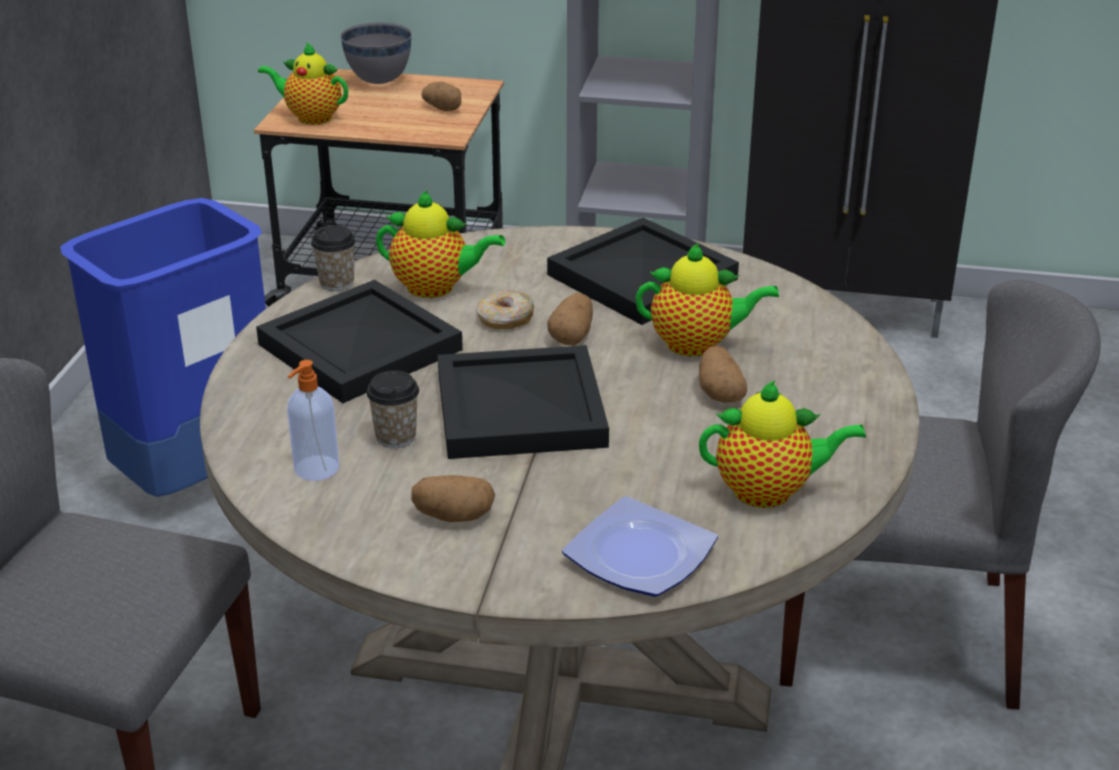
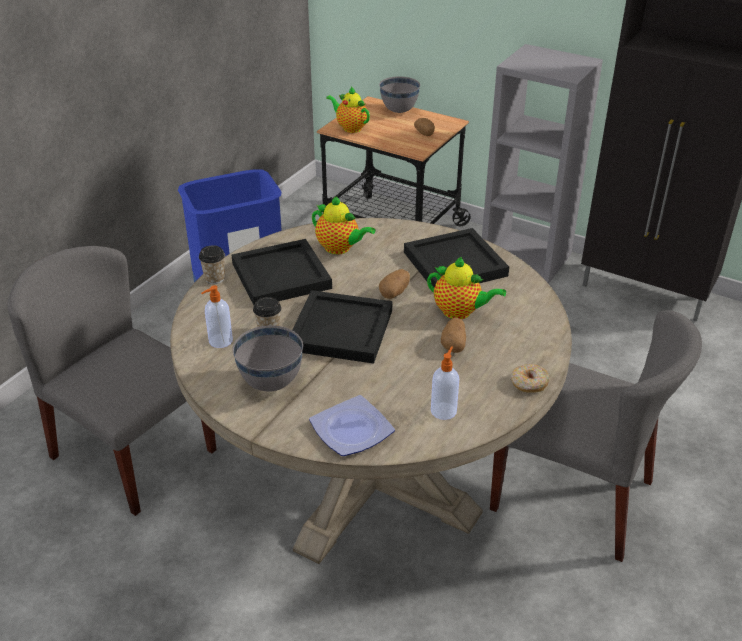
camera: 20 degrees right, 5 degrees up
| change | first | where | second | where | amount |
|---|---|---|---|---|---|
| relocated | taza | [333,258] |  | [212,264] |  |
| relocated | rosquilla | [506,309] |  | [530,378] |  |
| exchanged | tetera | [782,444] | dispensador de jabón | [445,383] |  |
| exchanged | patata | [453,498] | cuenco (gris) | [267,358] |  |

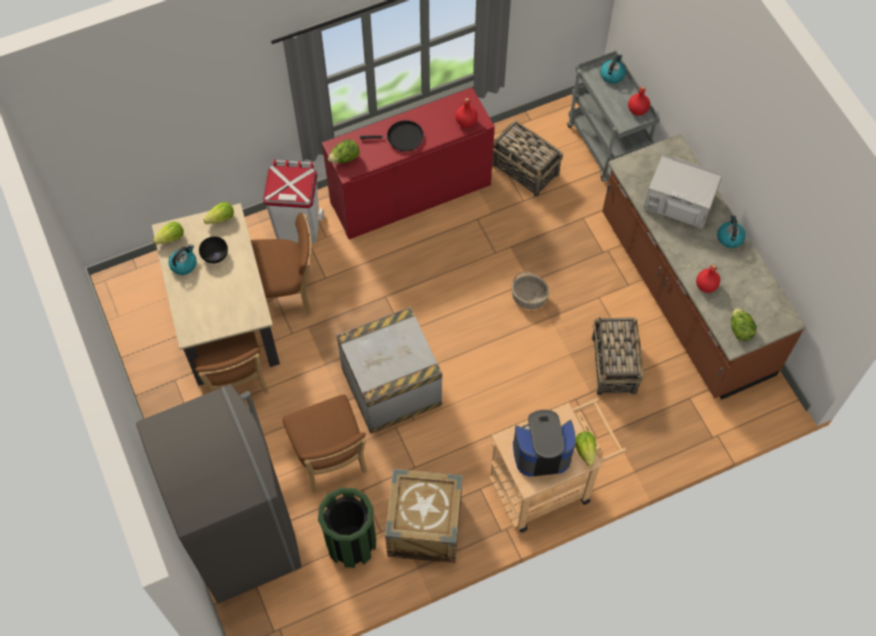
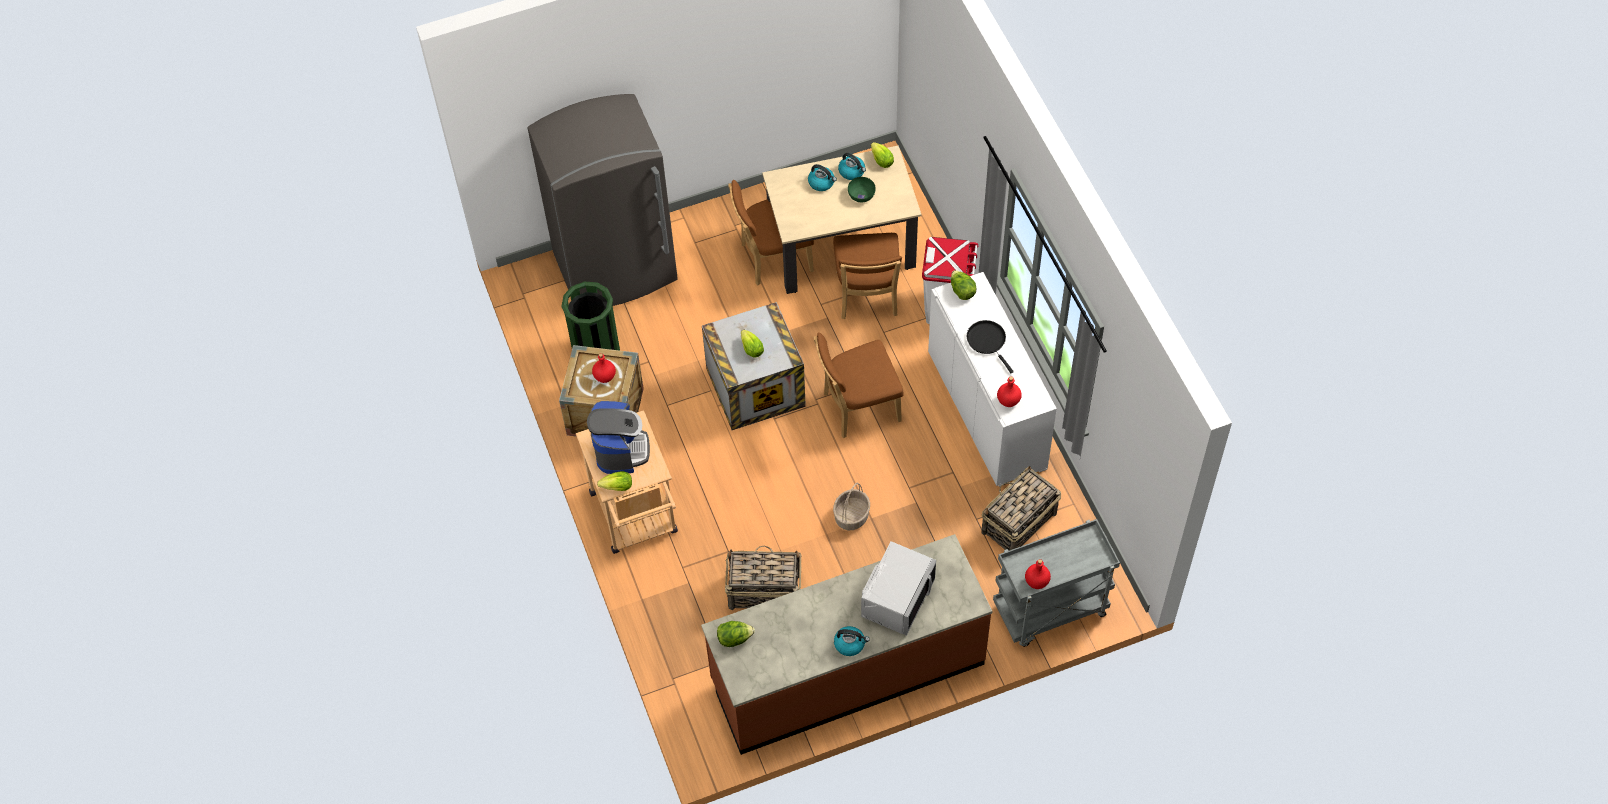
camera: 95 degrees right, 5 degrees down
| change | first | where | second | where | amount |
|---|---|---|---|---|---|
| relocated | hervidor | [613,69] |  | [822,177] |  |
| colour | armario (rojo) | [408,164] | armario (blanco) | [992,379] |  |
| spun | sartén (negro) | [392,136] |  | [990,346] | 150 degrees clockwise |
| relocated | lechuga | [219,213] |  | [752,343] |  |
| colour | cuenco (negro) | [213,250] | cuenco (verde) | [862,189] |  |
| relocated | botella (rojo) | [708,278] |  | [604,368] |  |
| relocated | silla (marrón) | [325,443] |  | [859,385] |  |

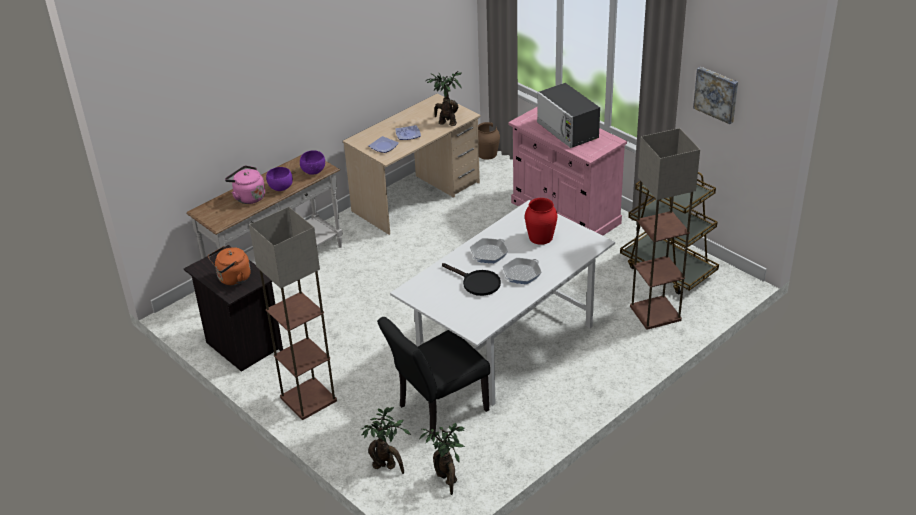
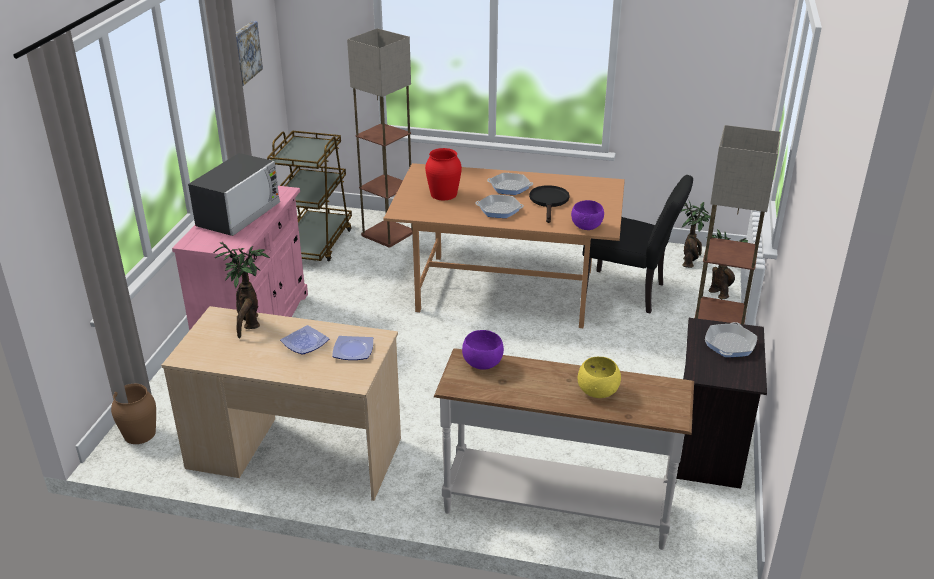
camera: 125 degrees left, 5 degrees down
| change | first | where | second | where | amount |
|---|---|---|---|---|---|
| exchanged | hervidor (rosa) | [245,185] | cuenco (amarillo) | [599,377] |  |
| relocated | cuenco (morado) | [279,179] |  | [587,215] |  |
| colour | mesa de comedor (blanco) | [502,303] | mesa de comedor (marrón) | [504,245] |  |
| exchanged | hervidor (naranja) | [229,265] | sartén | [731,339] |  |

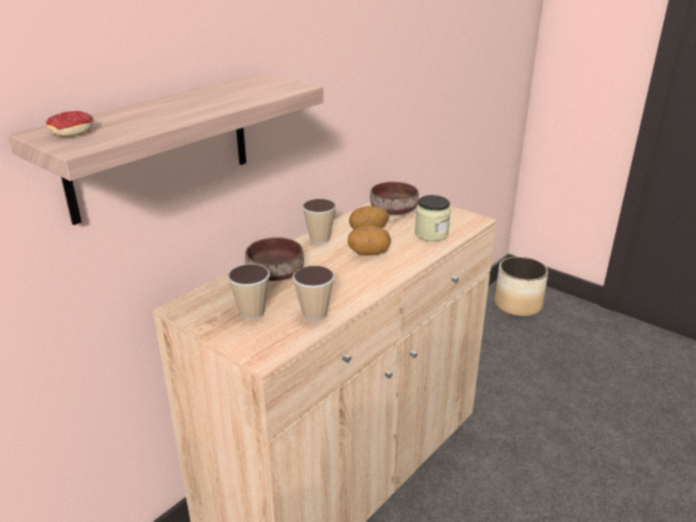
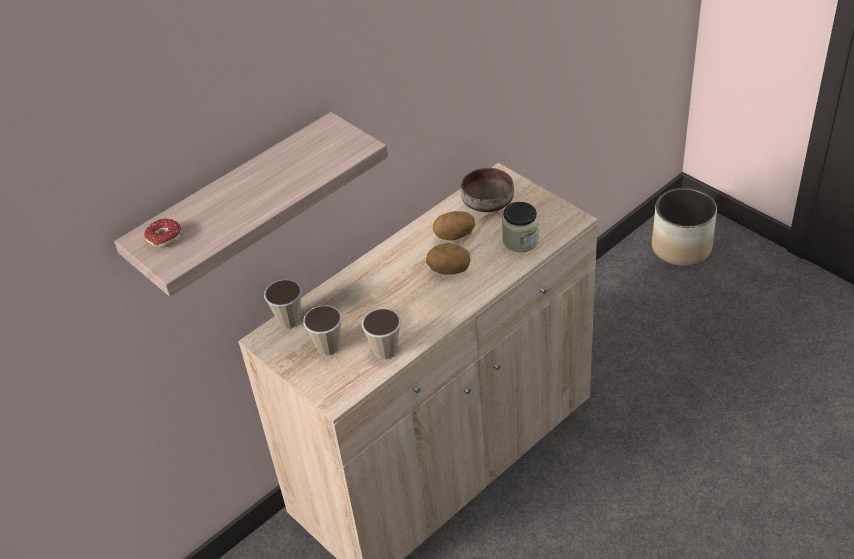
camera: 10 degrees right, 15 degrees up
| change | first | where | second | where | amount |
|---|---|---|---|---|---|
| relocated | taza | [319,221] |  | [283,304] |  |
| missing | cuenco (marrón) | [274,259] |  |  |  |

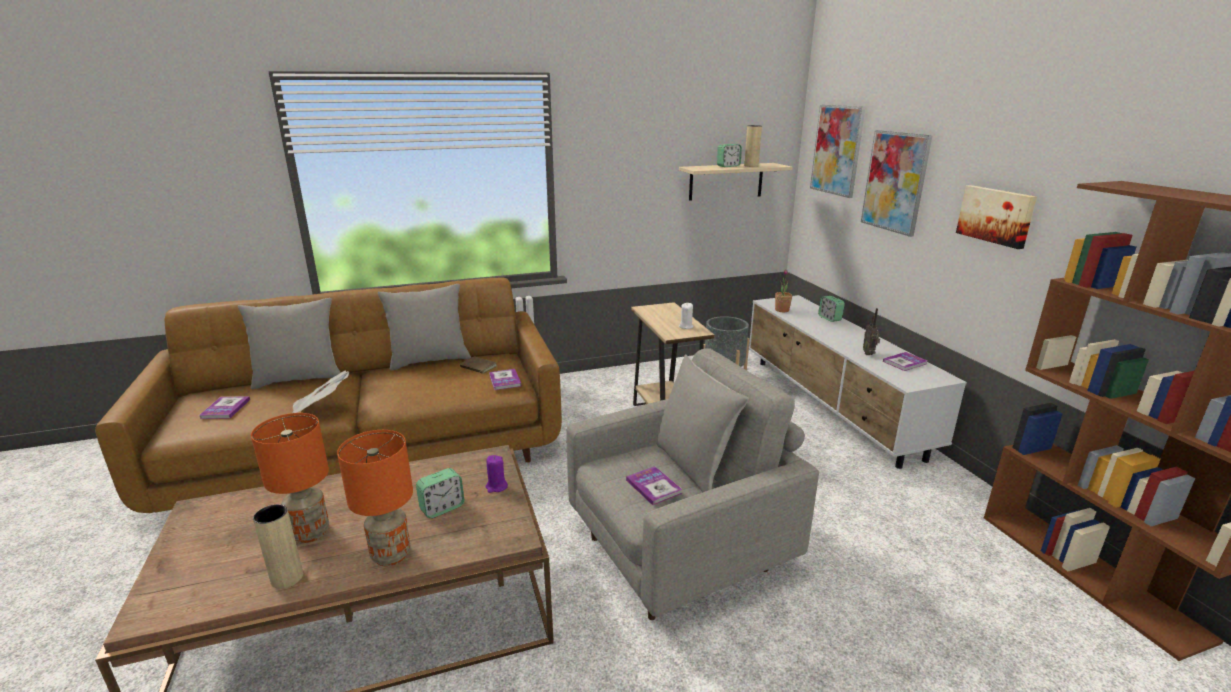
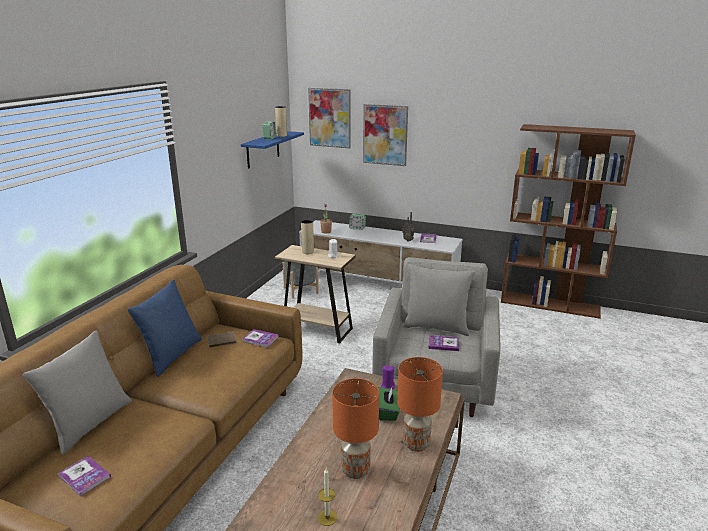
camera: 50 degrees left, 0 degrees up
| change | first | where | second | where | amount |
|---|---|---|---|---|---|
| colour | estante (beis) | [735,182] | estante (azul) | [272,150] |  |
| missing | cuadro | [996,217] |  |  |  |
| colour | cojín (gris) | [424,327] | cojín (azul) | [165,328] |  |
| missing | periódico | [320,391] |  |  |  |
| exchanged | despertador | [440,493] | caja de pañuelos (verde) | [389,404] |  |
| relocated | florero (beis) | [278,546] |  | [307,237] |  |
| appeared |  |  | vela | [327,497] |  |

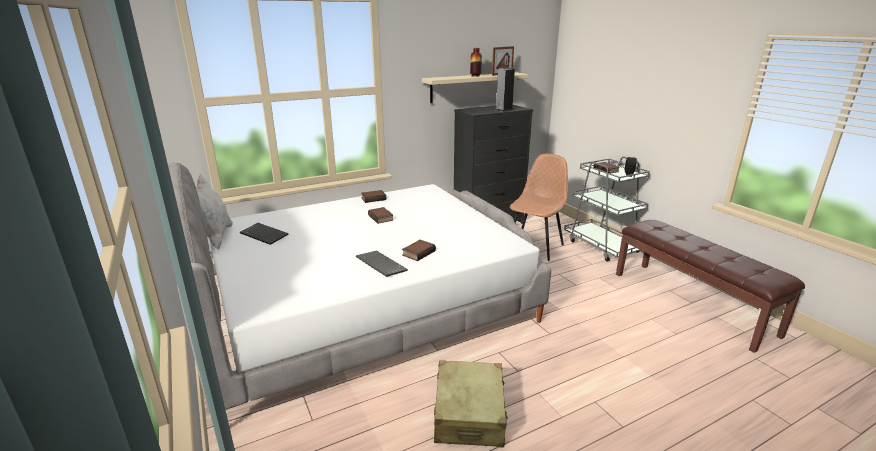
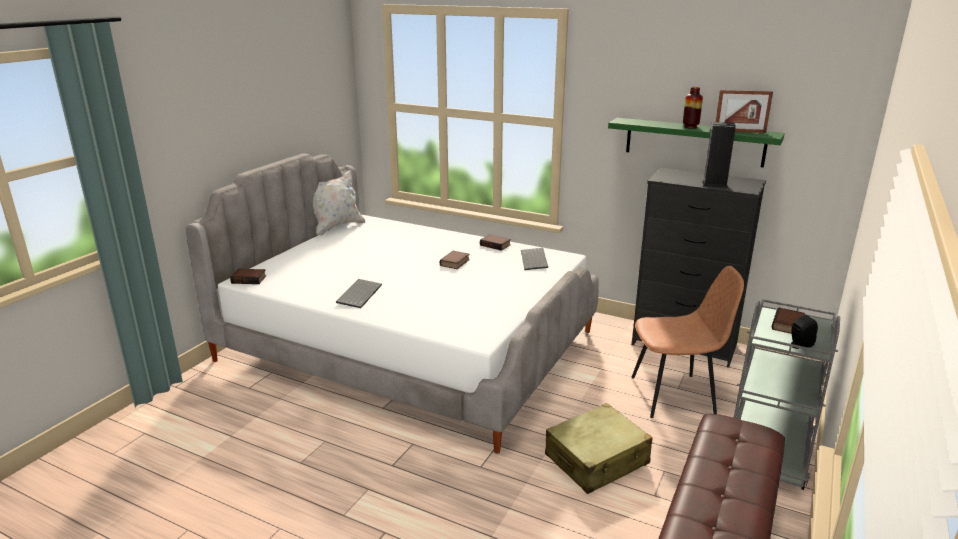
camera: 55 degrees right, 0 degrees up
| change | first | where | second | where | amount |
|---|---|---|---|---|---|
| colour | estante (beis) | [475,87] | estante (verde) | [696,143] |  |
| relocated | teclado | [264,234] |  | [534,259] |  |
| relocated | libro | [419,250] |  | [248,276] |  |
| relocated | maleta (beis) | [471,403] |  | [599,448] |  |

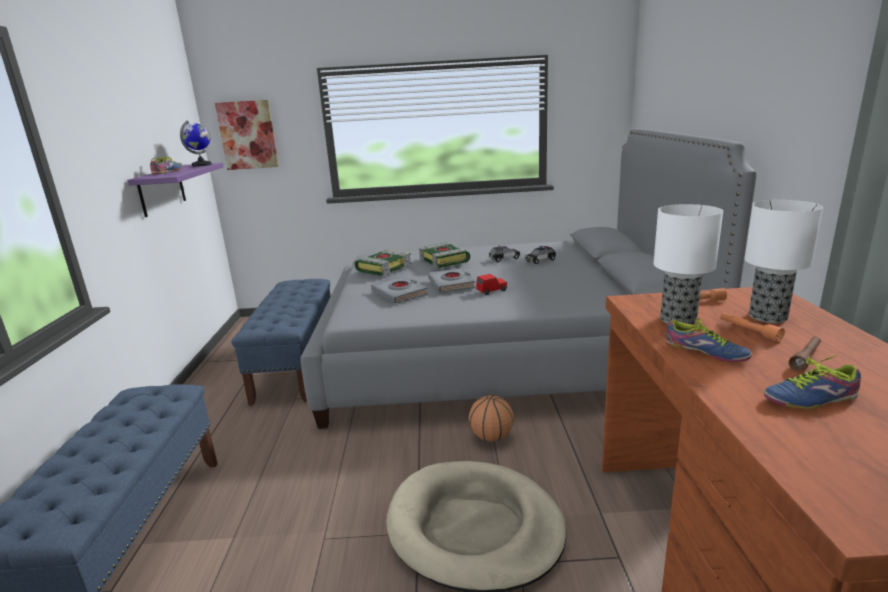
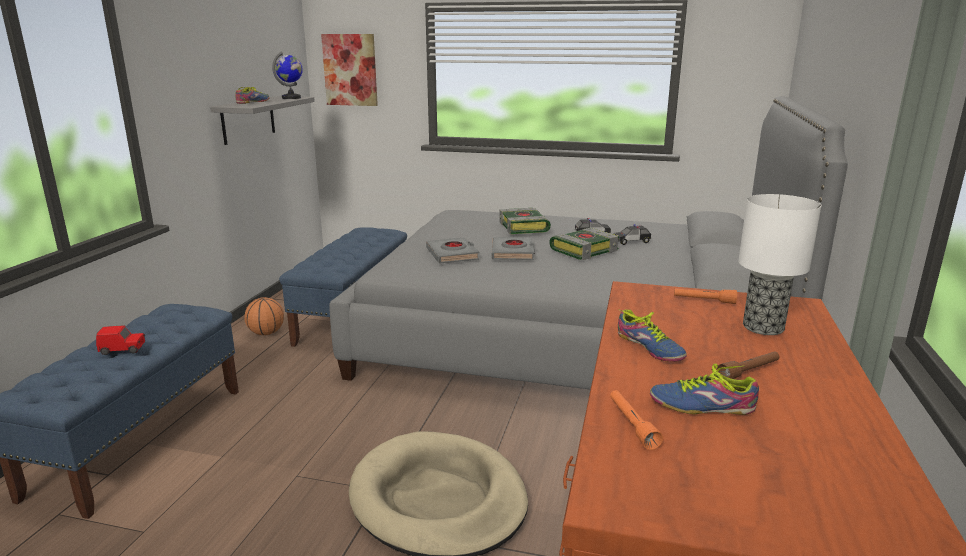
camera: 15 degrees right, 0 degrees up
| change | first | where | second | where | amount |
|---|---|---|---|---|---|
| colour | estante (morado) | [175,190] | estante (gris) | [262,120] |  |
| missing | lámpara de mesa | [688,264] |  |  |  |
| relocated | libro | [383,263] |  | [584,244] |  |
| relocated | coche de juguete (rojo) | [491,284] |  | [120,340] |  |
| relocated | linterna (naranja) | [752,327] |  | [636,420] |  |
| relocated | balón de baloncesto | [491,418] |  | [264,316] |  |

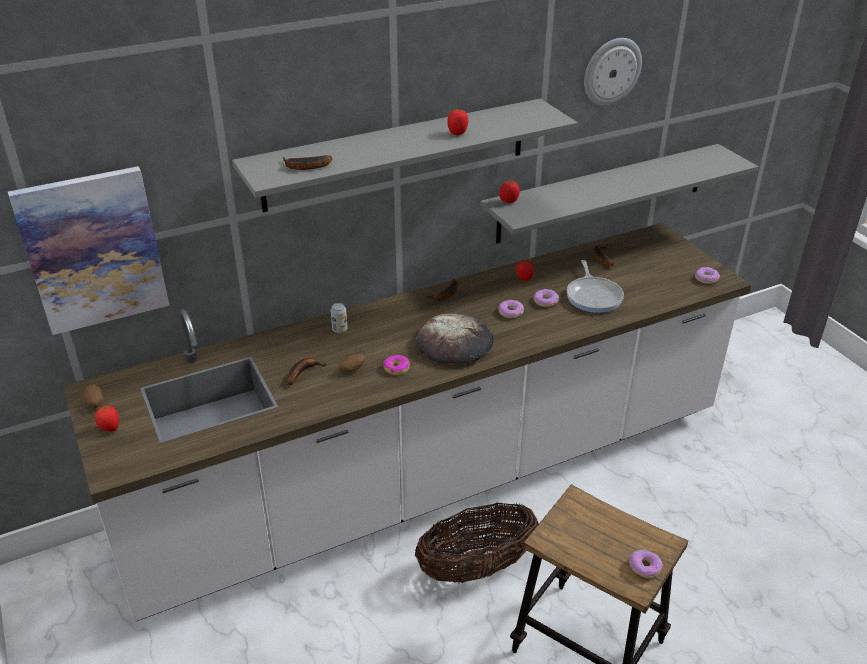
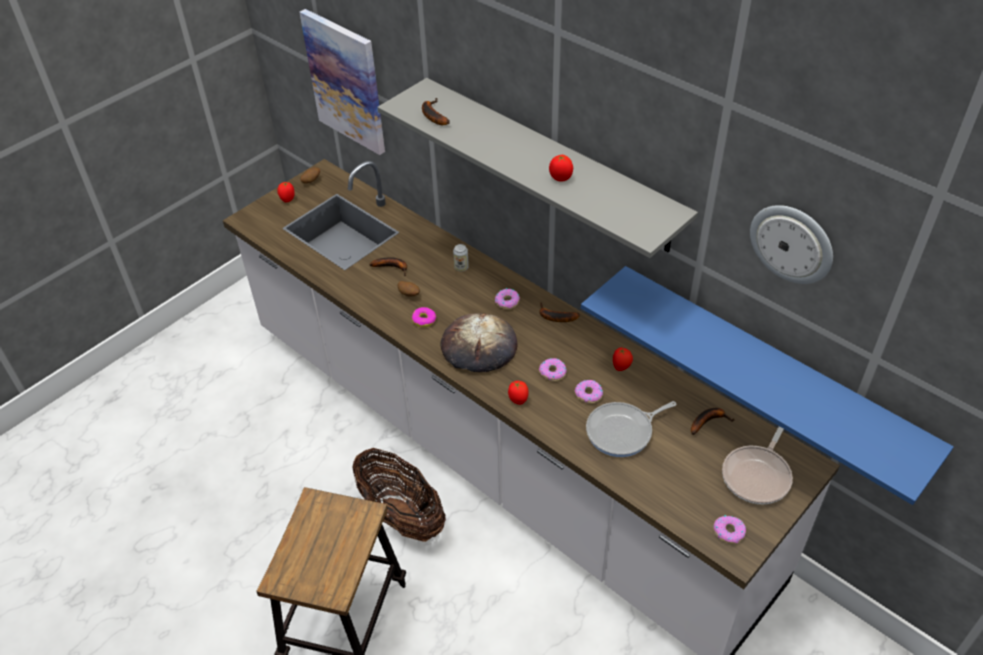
camera: 70 degrees right, 10 degrees up
| change | first | where | second | where | amount |
|---|---|---|---|---|---|
| colour | estante (gris) | [619,193] | estante (azul) | [767,385] |  |
| relocated | tomate | [509,192] |  | [518,393] |  |
| relocated | rosquilla | [646,563] |  | [507,298] |  |
| appeared |  |  | sartén | [757,465] |  |

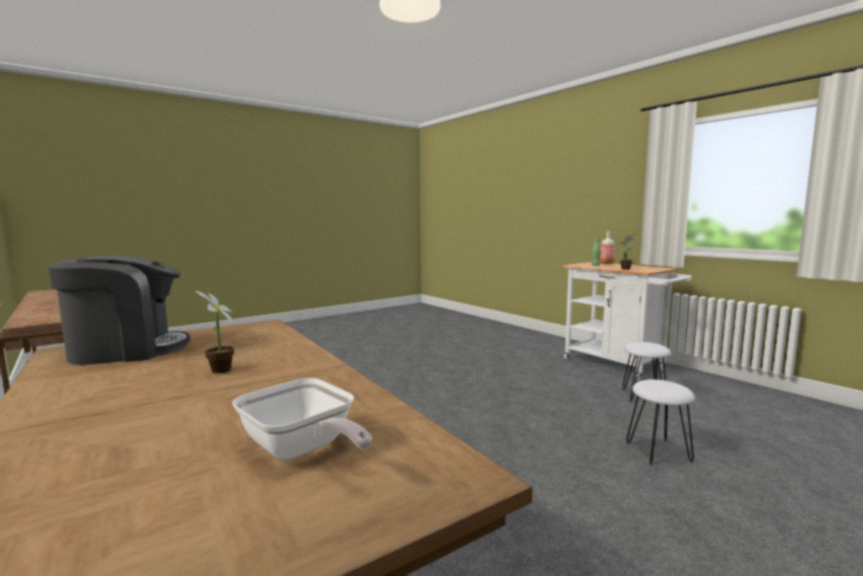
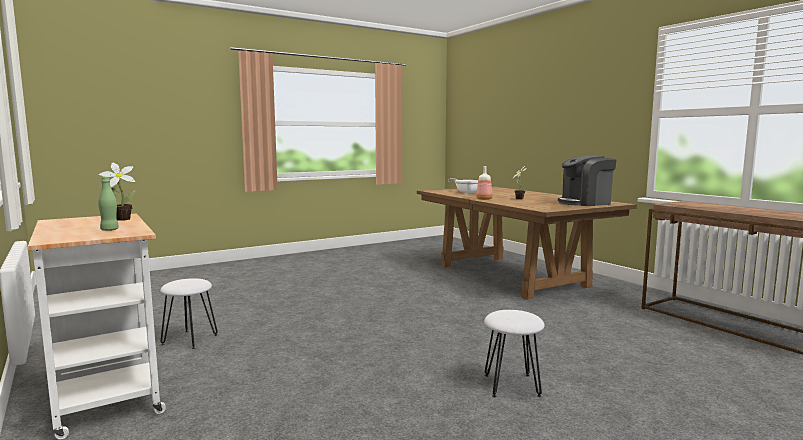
camera: 175 degrees left, 0 degrees up
| change | first | where | second | where | amount |
|---|---|---|---|---|---|
| relocated | botella | [607,247] |  | [484,183] |  |
| relocated | taburete (blanco) | [660,422] |  | [514,353] |  |

